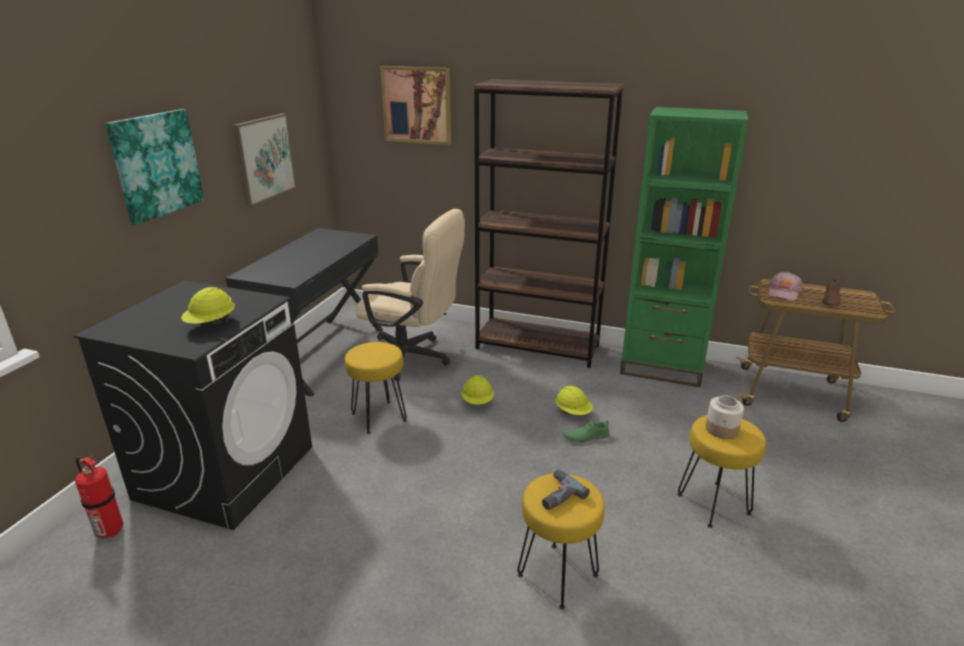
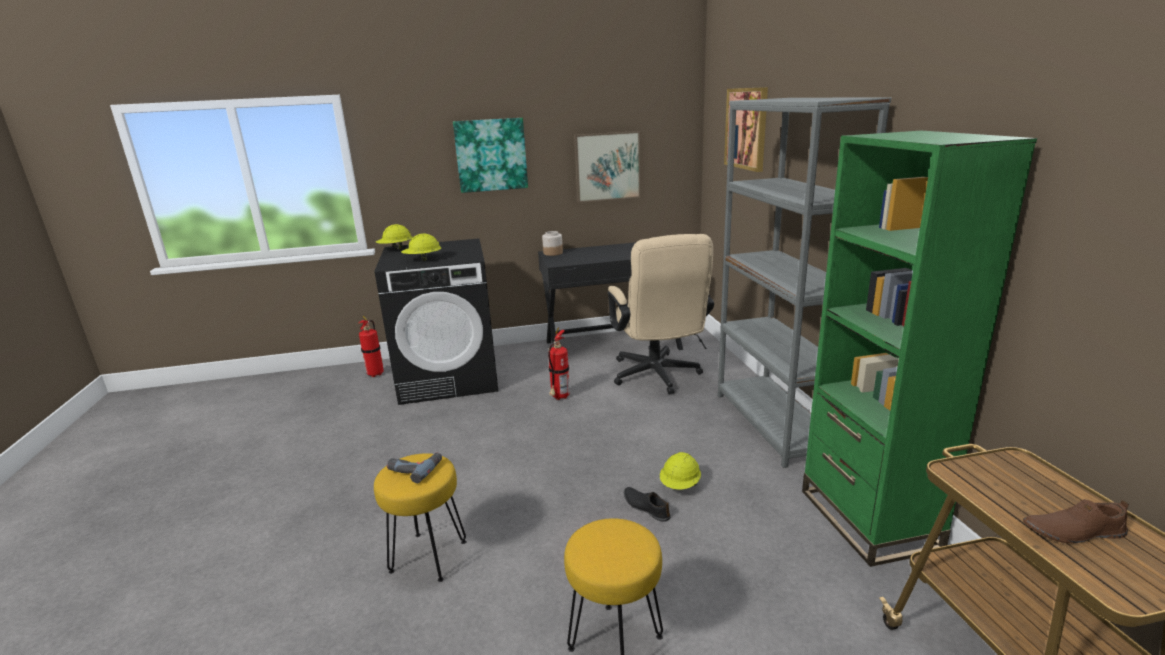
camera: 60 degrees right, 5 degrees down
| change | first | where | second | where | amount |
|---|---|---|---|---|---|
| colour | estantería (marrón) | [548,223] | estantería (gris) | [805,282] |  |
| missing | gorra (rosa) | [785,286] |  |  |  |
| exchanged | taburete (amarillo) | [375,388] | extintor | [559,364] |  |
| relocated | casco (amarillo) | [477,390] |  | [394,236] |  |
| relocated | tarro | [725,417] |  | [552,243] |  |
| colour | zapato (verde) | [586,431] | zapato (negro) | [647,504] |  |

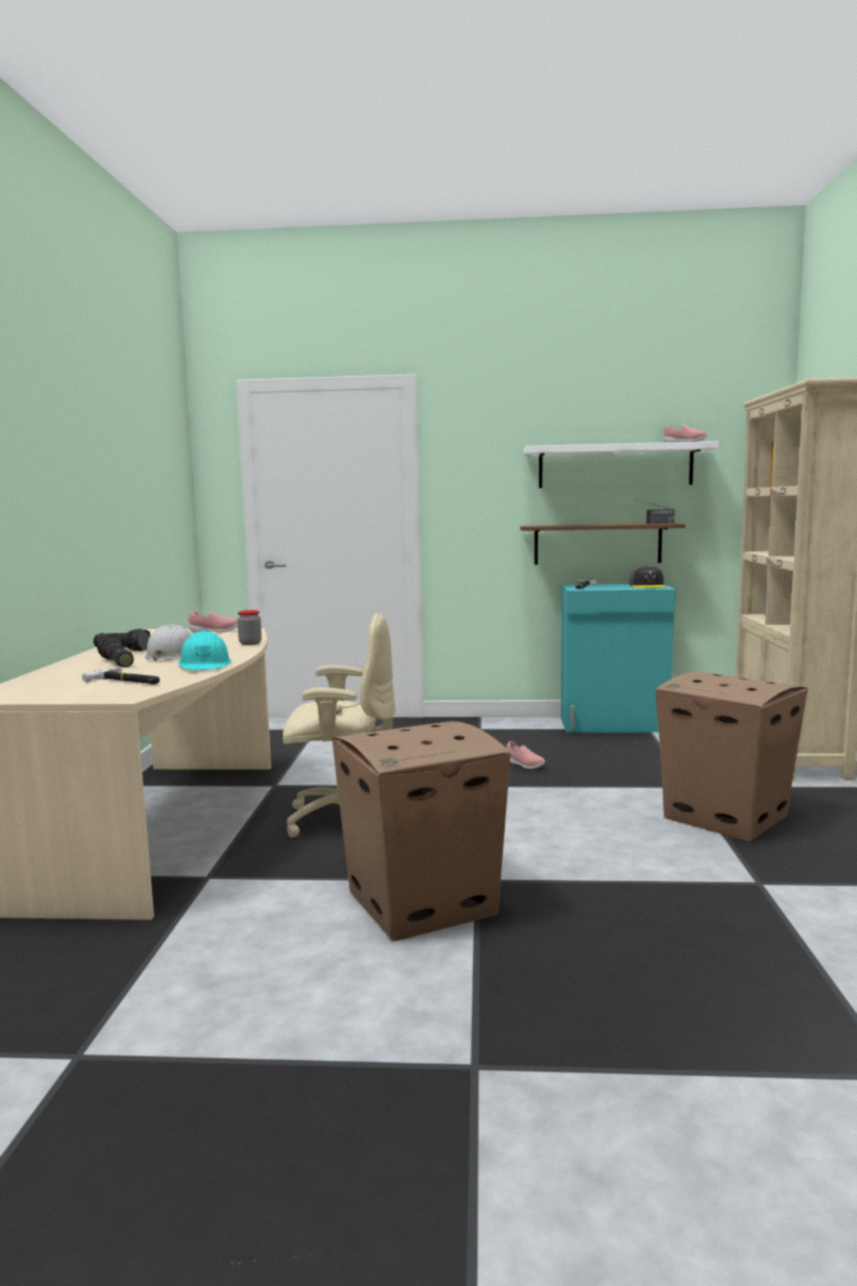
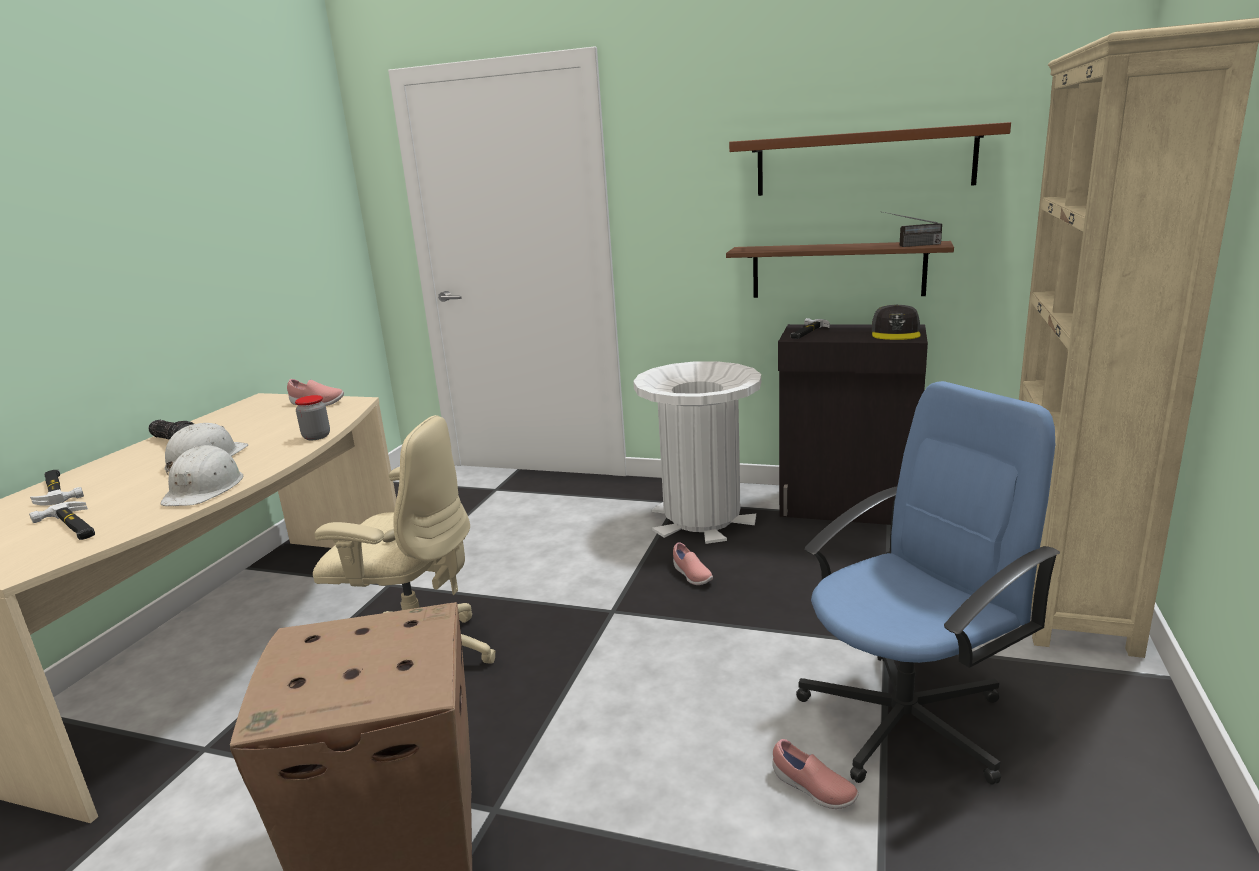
camera: 15 degrees right, 10 degrees up
| change | first | where | second | where | amount |
|---|---|---|---|---|---|
| relocated | zapato (rosa) | [685,433] |  | [816,774] |  |
| colour | estante (blanco) | [621,464] | estante (marrón) | [870,159] |  |
| colour | armario (turquesa) | [618,658] | armario (negro) | [853,424] |  |
| colour | casco (turquesa) | [205,650] | casco (blanco) | [202,475] |  |
| missing | linterna | [115,651] |  |  |  |
| exchanged | caja de cartón | [732,757] | silla de oficina (azul) | [928,583] |  |
| appeared |  |  | papelera (blanco) | [697,452] |  |
| appeared |  |  | martillo | [57,488] |  |

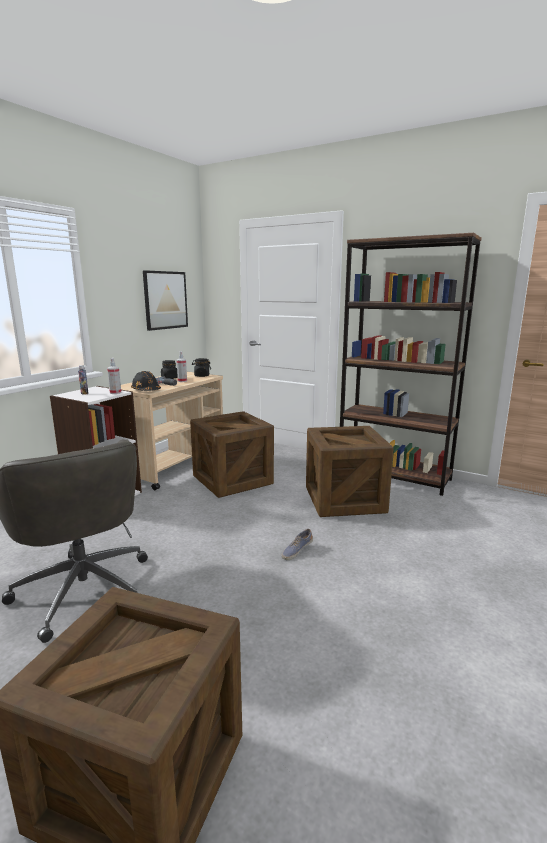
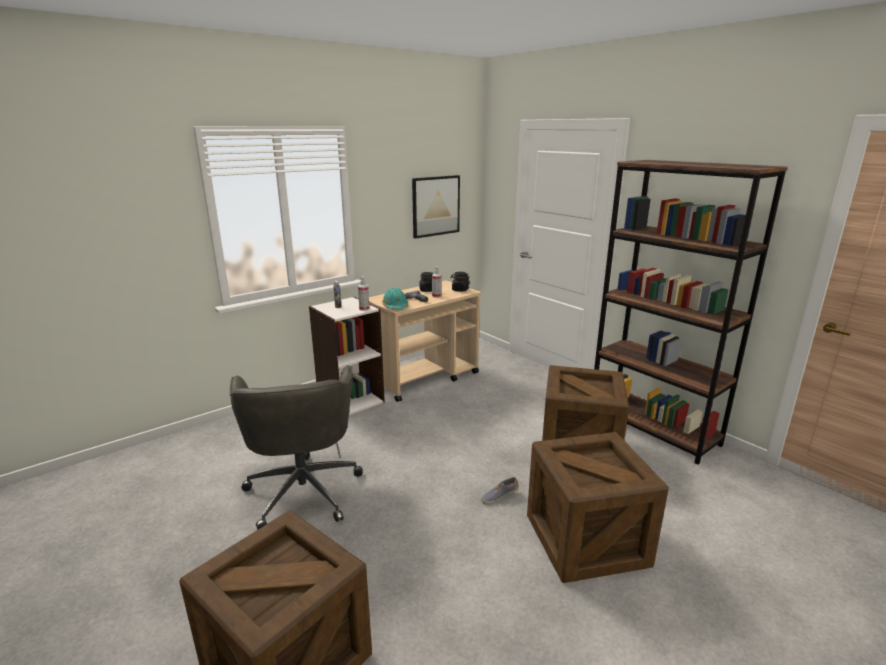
camera: 20 degrees right, 5 degrees up
| change | first | where | second | where | amount |
|---|---|---|---|---|---|
| colour | casco (negro) | [146,381] | casco (turquesa) | [395,298] |  |
| relocated | caja de embalaje | [232,454] |  | [598,507] |  |

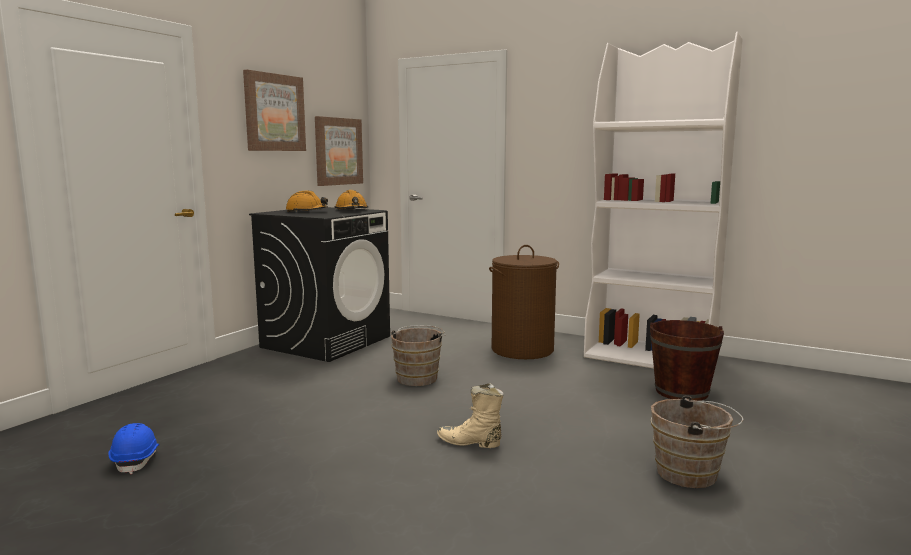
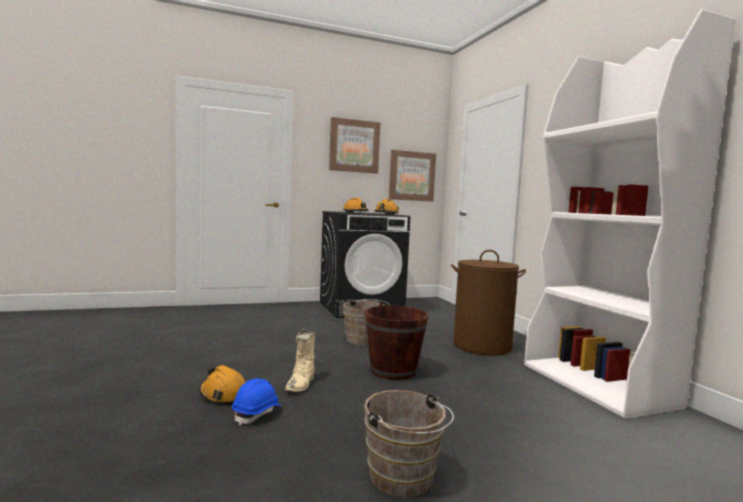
camera: 40 degrees right, 5 degrees down
| change | first | where | second | where | amount |
|---|---|---|---|---|---|
| relocated | cubo (marrón) | [687,360] |  | [396,341] |  |
| spun | bota (beis) | [470,415] |  | [300,360] | 135 degrees counterclockwise |
| relocated | casco (azul) | [133,448] |  | [256,402] |  |
| appeared |  |  | casco (naranja) | [222,385] |  |

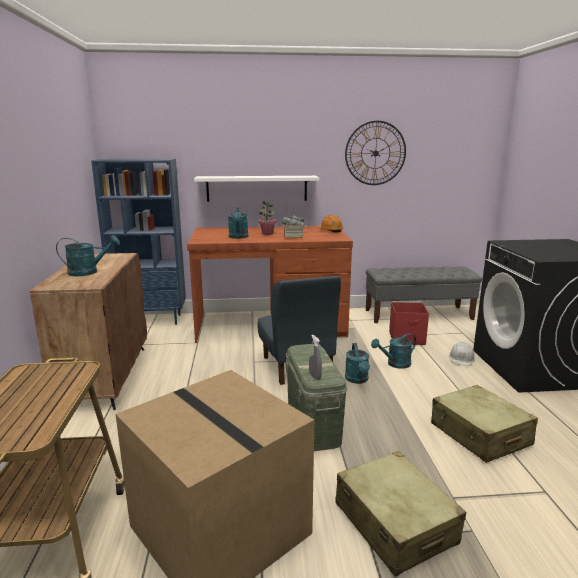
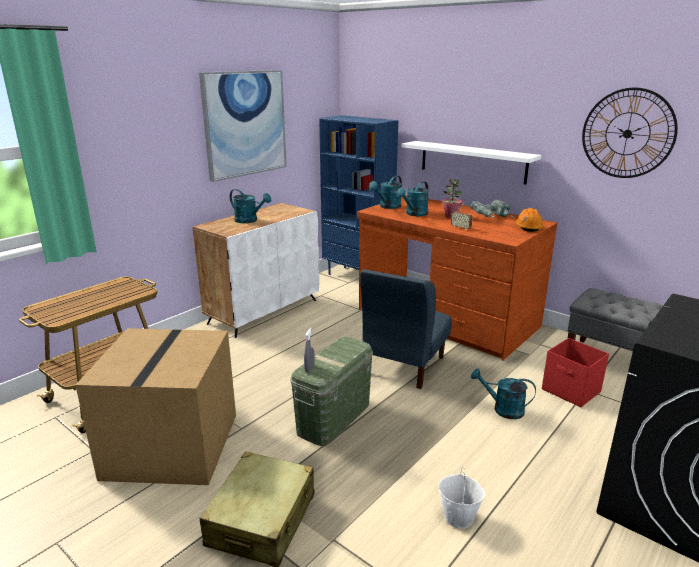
camera: 45 degrees right, 5 degrees up
| change | first | where | second | where | amount |
|---|---|---|---|---|---|
| colour | armario (marrón) | [88,331] | armario (blanco) | [256,270] |  |
| missing | casco (blanco) | [462,354] |  |  |  |
| relocated | regadera (turquesa) | [357,363] |  | [385,192] |  |
| exchanged | maleta (beis) | [484,424] | cubo (blanco) | [462,498] |  |
| appeared |  |  | cuadro | [243,126] |  |

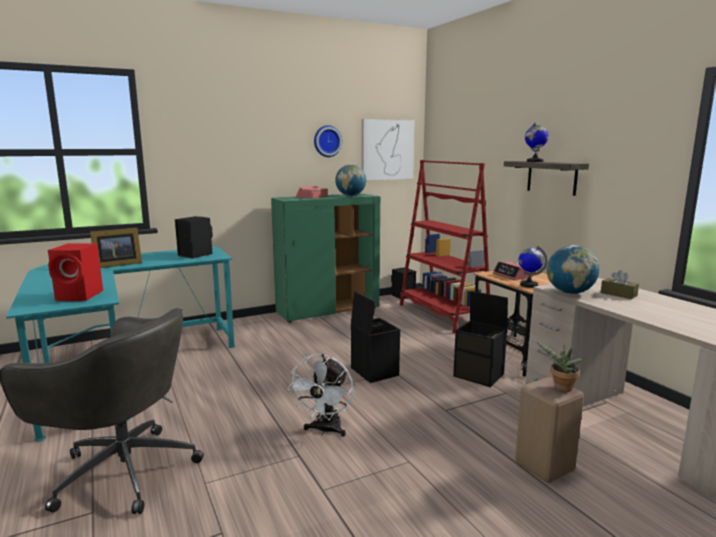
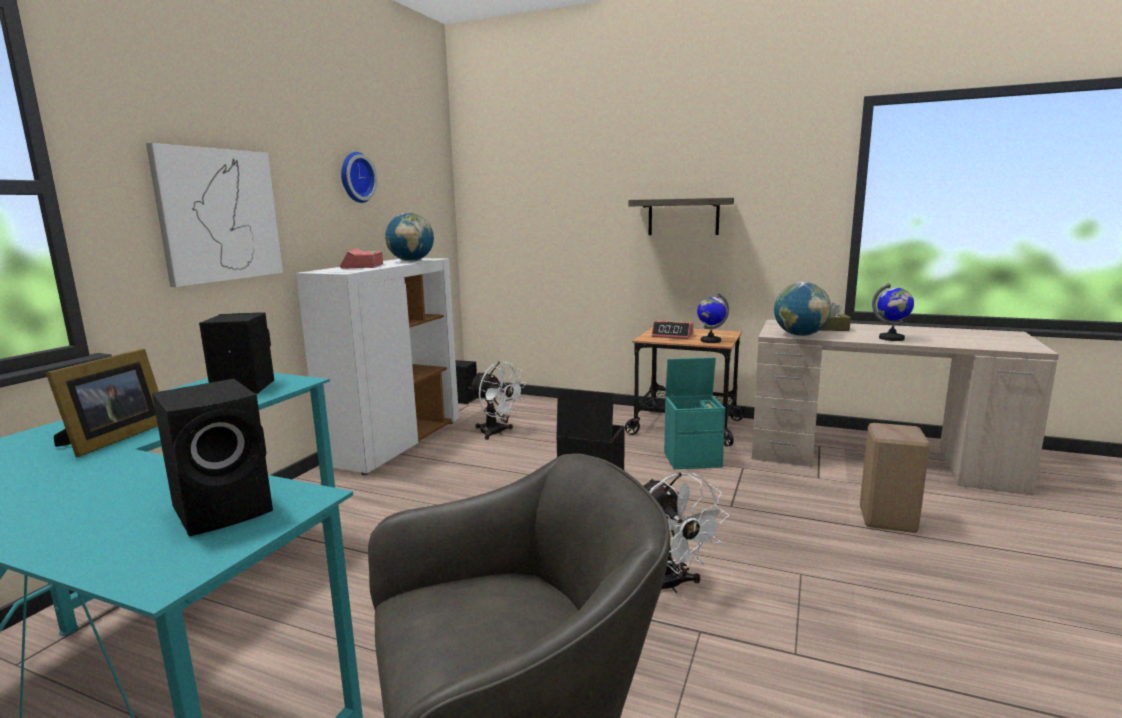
camera: 40 degrees left, 0 degrees up
| change | first | where | second | where | amount |
|---|---|---|---|---|---|
| relocated | cuadro | [388,150] |  | [214,215] |  |
| relocated | globo terráqueo | [537,142] |  | [893,312] |  |
| missing | estantería (rojo) | [445,246] |  |  |  |
| colour | armario (verde) | [325,258] | armario (blanco) | [377,366] |  |
| colour | altavoz (rojo) | [75,272] | altavoz (negro) | [212,457] |  |
| colour | caja de almacenaje (negro) | [480,339] | caja de almacenaje (turquesa) | [694,413] |  |
| missing | planta en maceta | [561,367] |  |  |  |
| appeared |  |  | ventilador (blanco) | [497,400] |  |

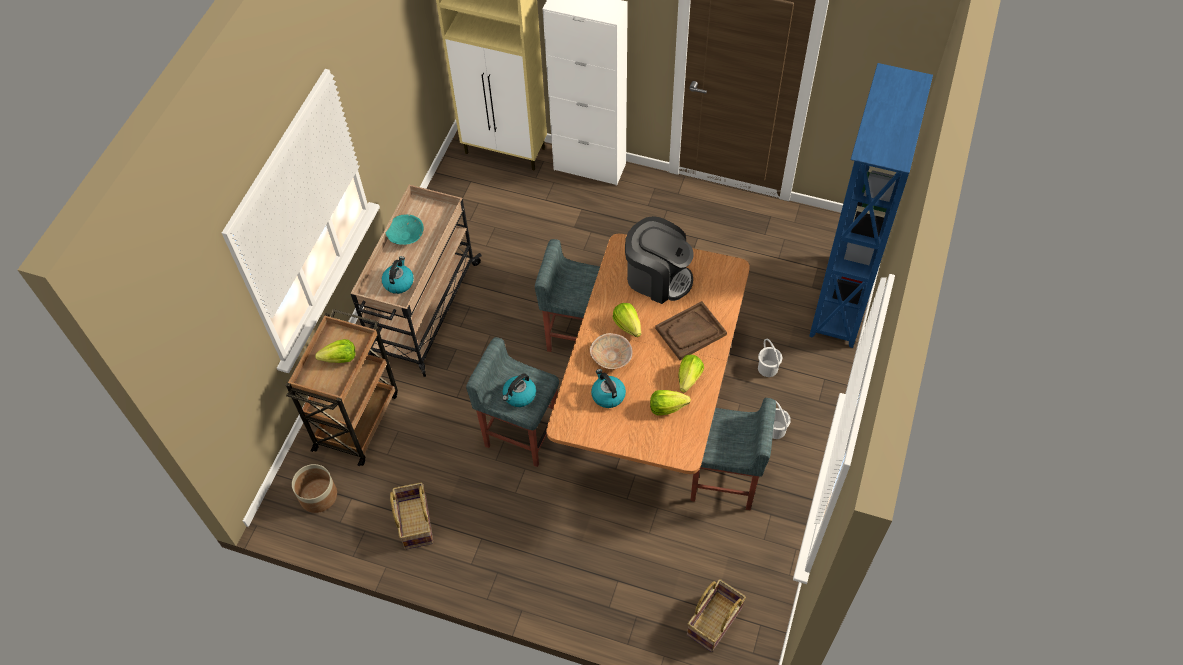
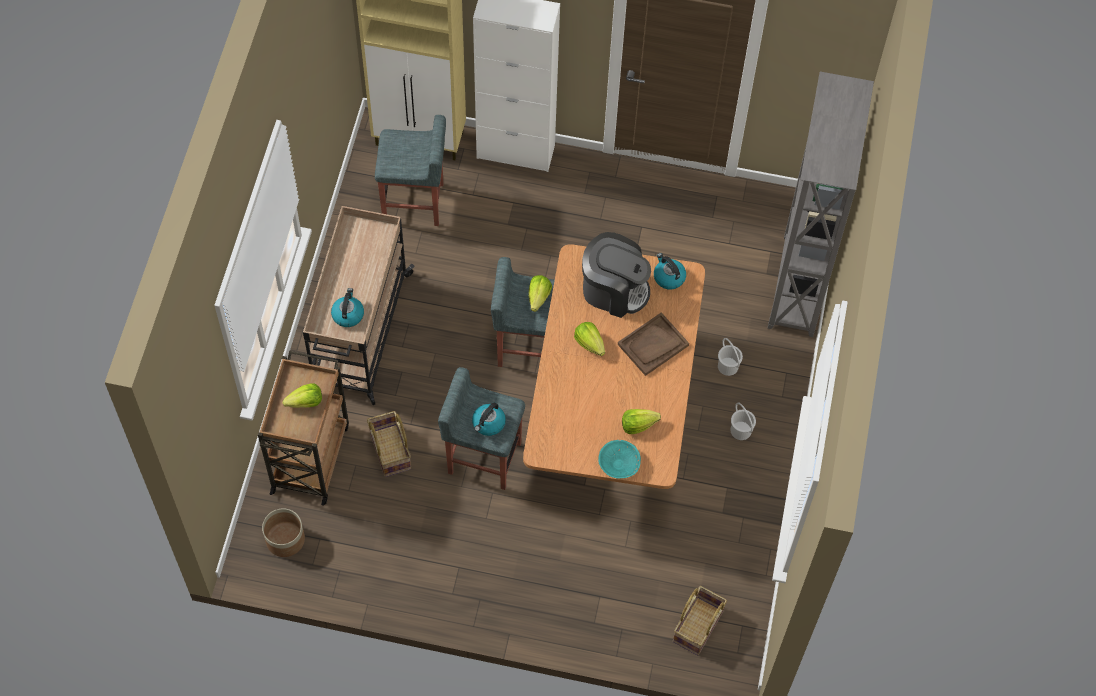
camera: 10 degrees left, 5 degrees up
| change | first | where | second | where | amount |
|---|---|---|---|---|---|
| colour | estantería (azul) | [871,205] | estantería (gris) | [821,204] |  |
| relocated | cuenco (turquesa) | [405,229] |  | [619,459] |  |
| missing | cuenco (beis) | [611,351] |  |  |  |
| relocated | lechuga | [691,374] |  | [540,293] |  |
| relocated | hervidor | [608,388] |  | [670,271] |  |
| relocated | taburete (gris) | [733,454] |  | [410,170] |  |
| relocated | cesta | [412,516] |  | [389,444] |  |

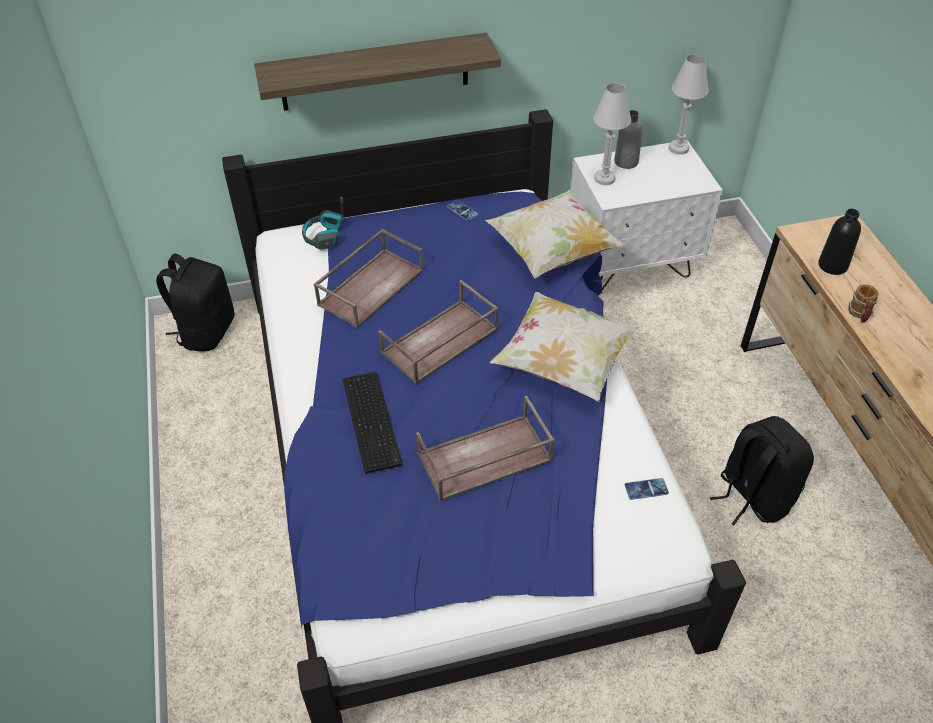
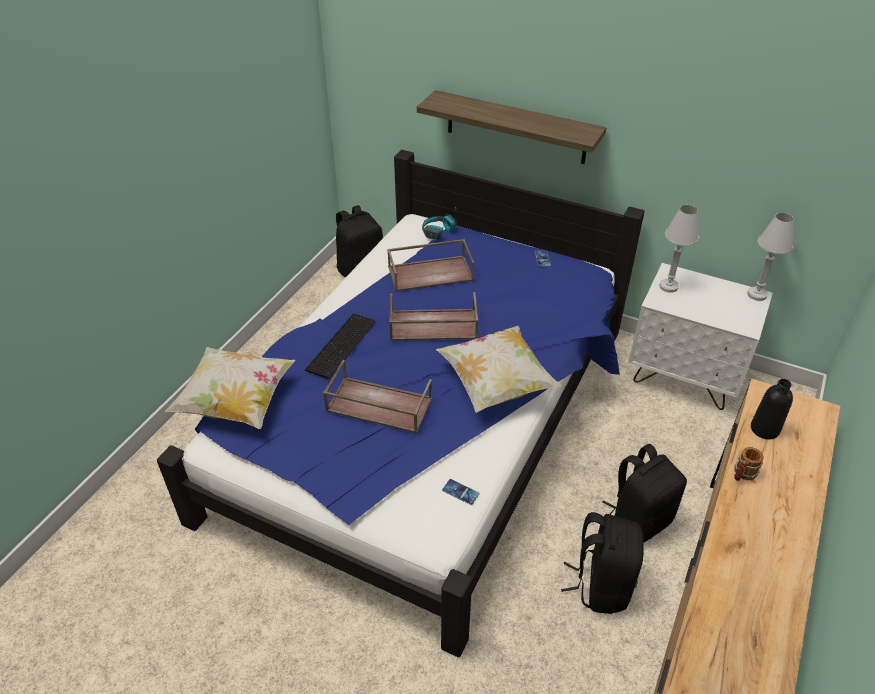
camera: 40 degrees right, 5 degrees down
| change | first | where | second | where | amount |
|---|---|---|---|---|---|
| missing | botella (gris) | [628,139] |  |  |  |
| relocated | cojín | [554,234] |  | [230,388] |  |
| appeared |  |  | mochila (negro) | [644,493] |  |

